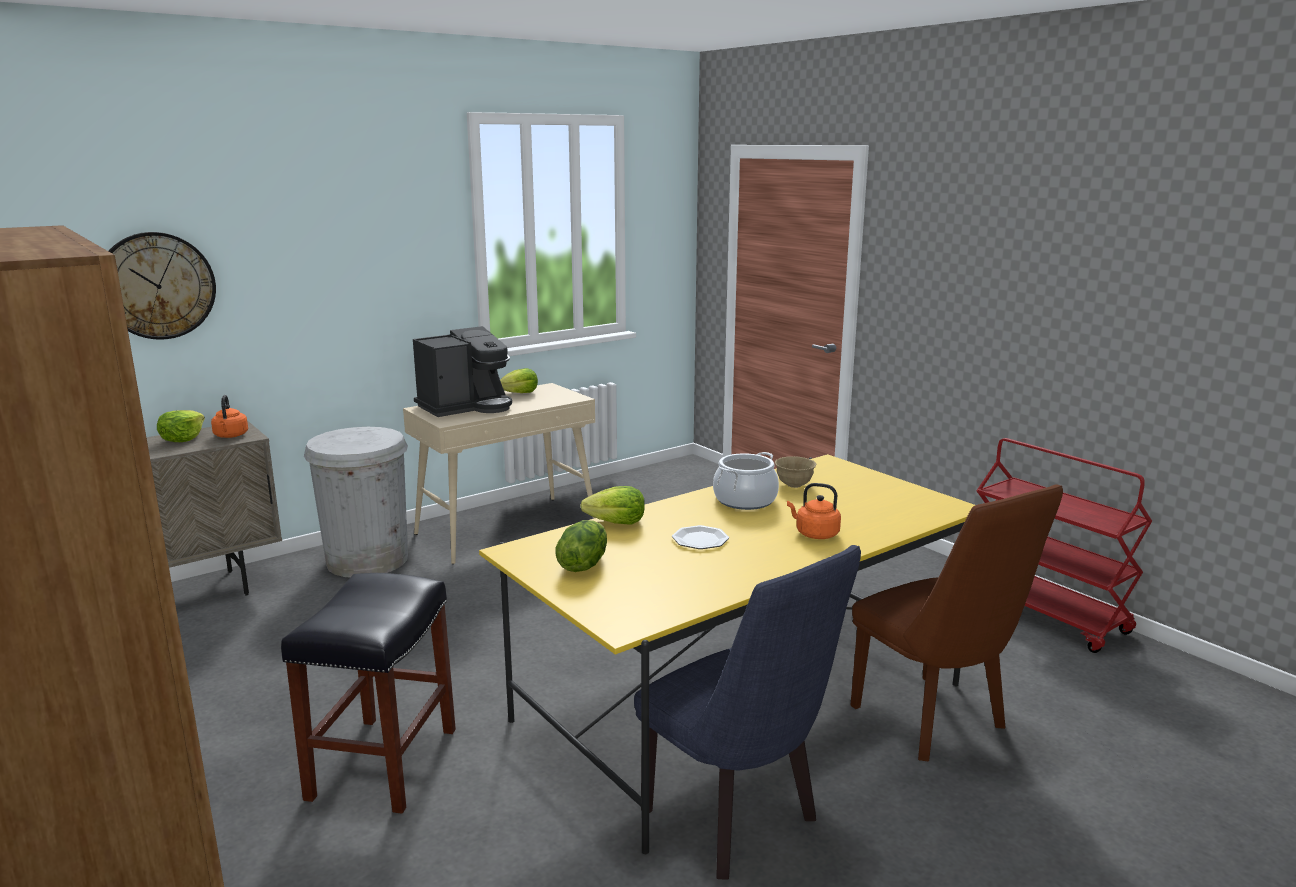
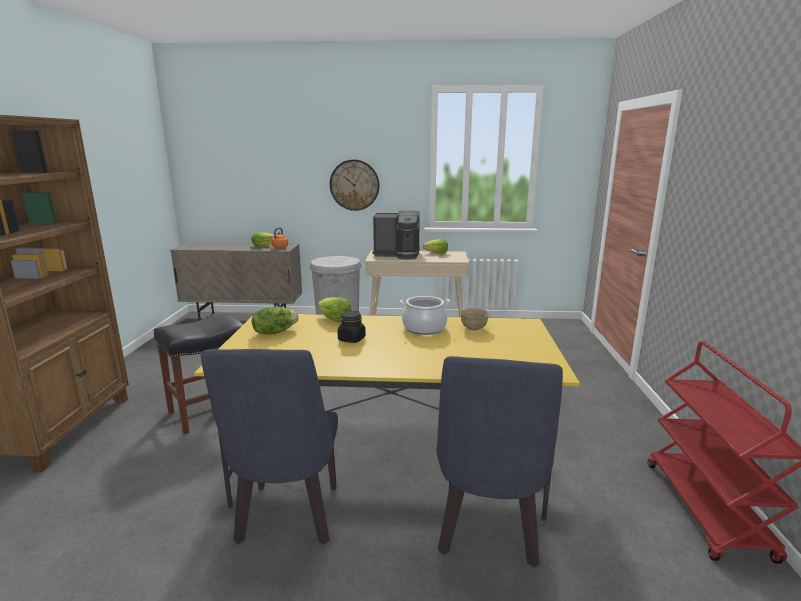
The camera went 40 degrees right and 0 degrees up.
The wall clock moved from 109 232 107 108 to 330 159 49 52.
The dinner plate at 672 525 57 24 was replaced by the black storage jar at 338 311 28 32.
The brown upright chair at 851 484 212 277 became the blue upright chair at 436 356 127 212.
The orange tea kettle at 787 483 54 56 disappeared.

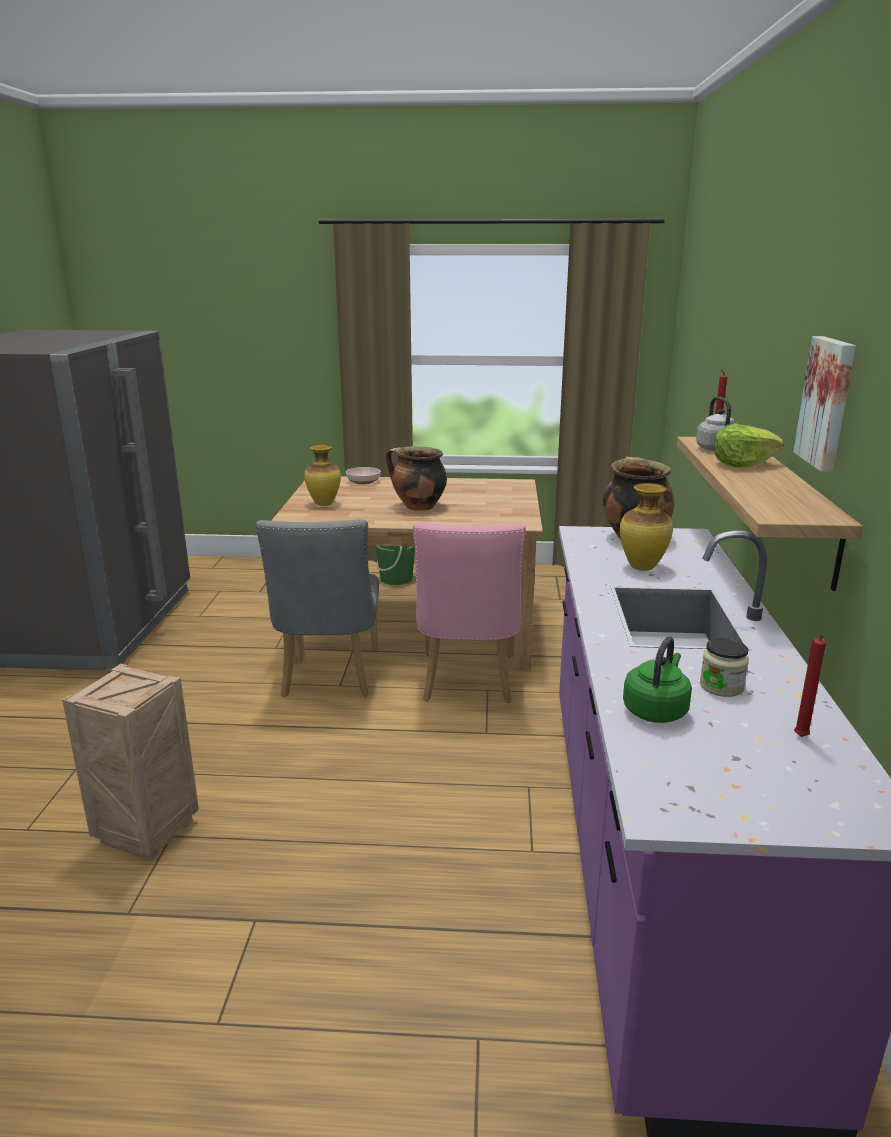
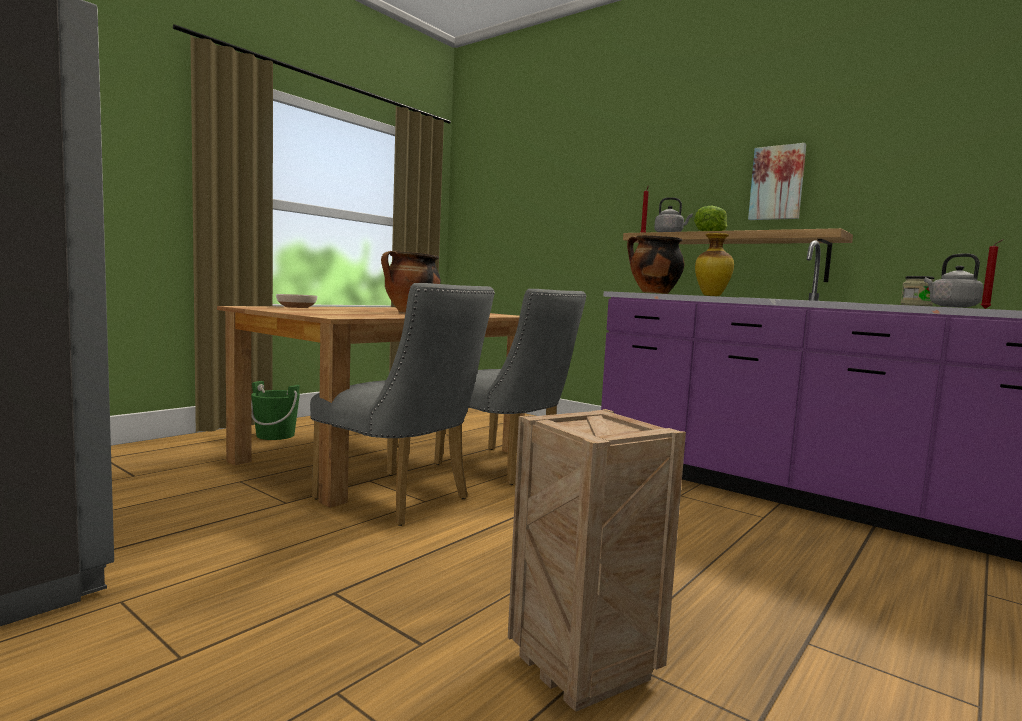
The camera went 55 degrees left and 15 degrees down.
The pinkish upright chair at 413 522 113 181 became the grey upright chair at 434 289 152 196.
The green-coloured tea kettle at 623 637 69 86 became the grey tea kettle at 924 253 59 55.
The flower vase at 304 444 37 62 disappeared.

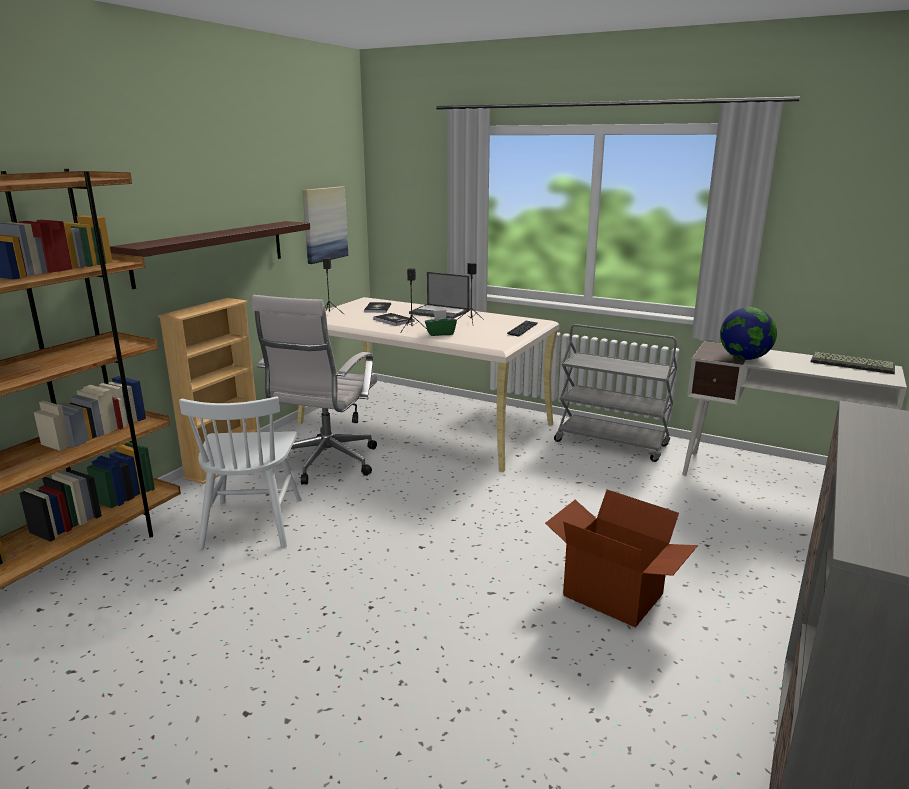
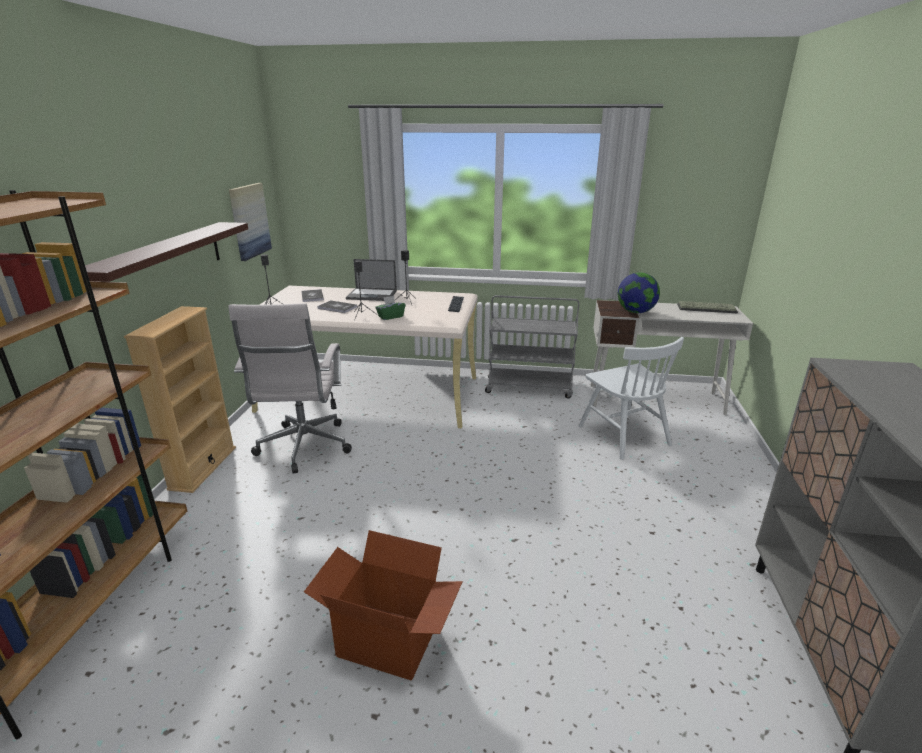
The camera went 20 degrees left and 5 degrees up.
The carton moved from 545 490 153 137 to 304 530 159 151.
The white-coloured upright chair moved from 179 396 123 154 to 579 337 105 123.

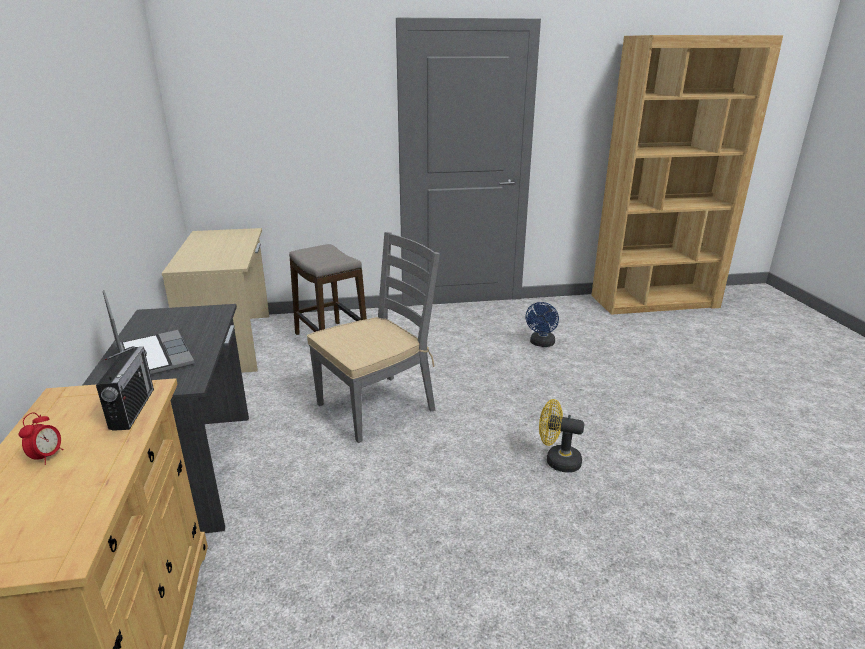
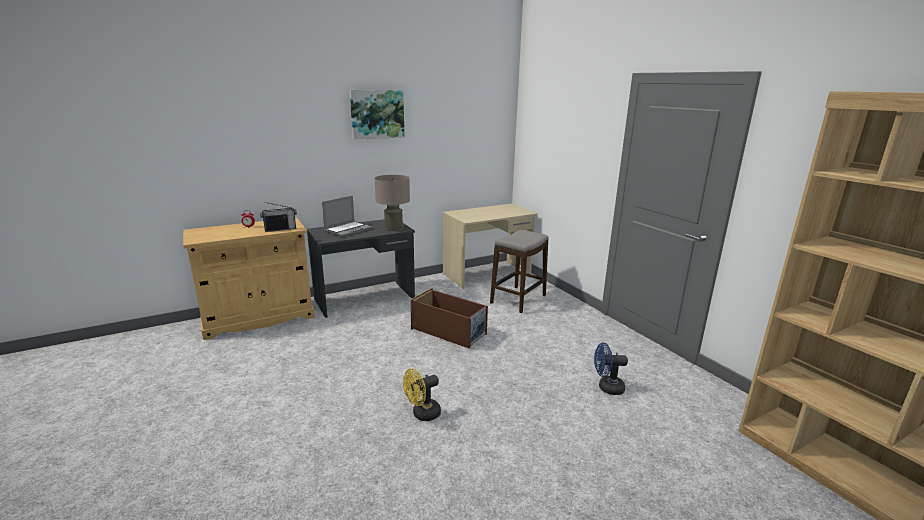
The camera went 70 degrees right and 5 degrees down.
The picture at 350 90 55 49 appeared.
The beige-coloured tabletop lamp at 374 175 36 56 appeared.
The yellow electric fan at 539 399 45 73 turned 120 degrees counterclockwise.
The grey upright chair at 307 232 133 211 was replaced by the brown storage container at 410 288 78 60.

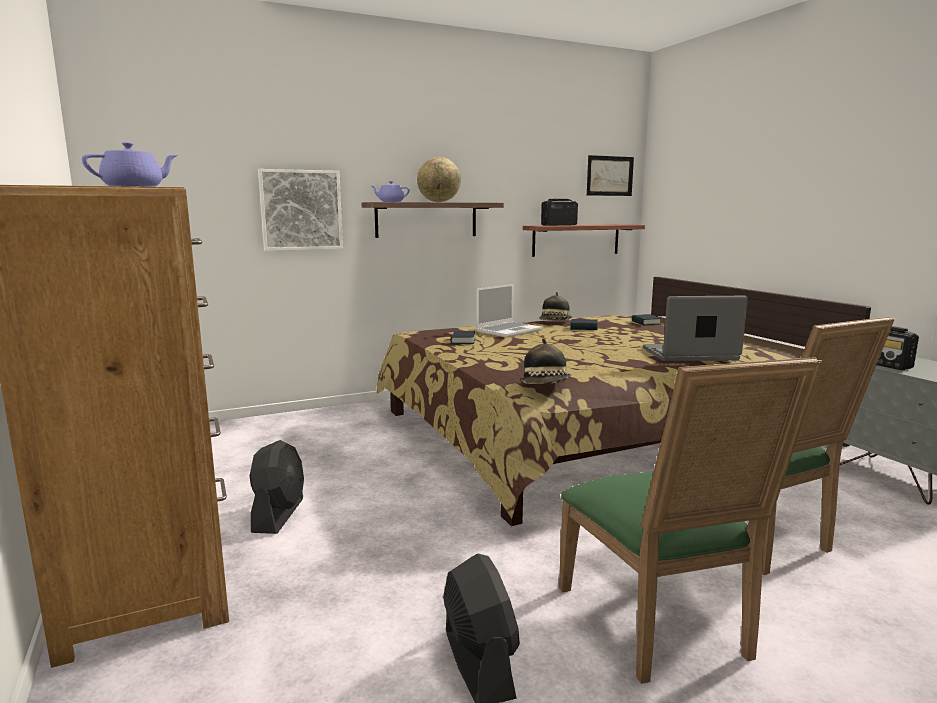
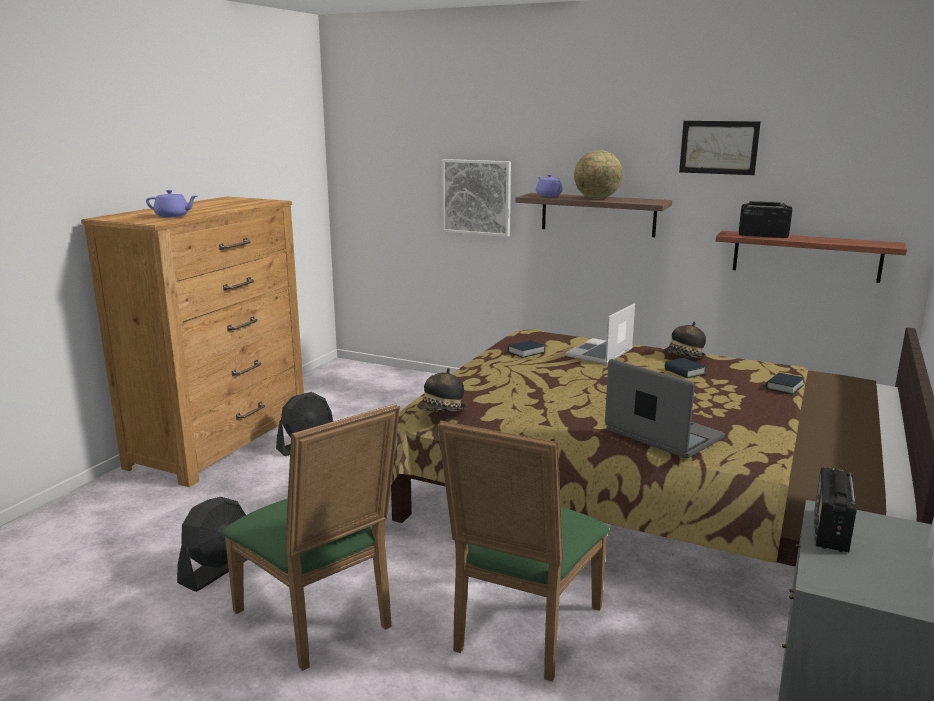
The camera went 50 degrees right and 5 degrees up.
The green-coloured upright chair at 559 357 264 327 turned 75 degrees counterclockwise.
The laptop at 476 284 66 54 turned 120 degrees clockwise.
The picture moved from 587 155 47 41 to 679 121 82 54.

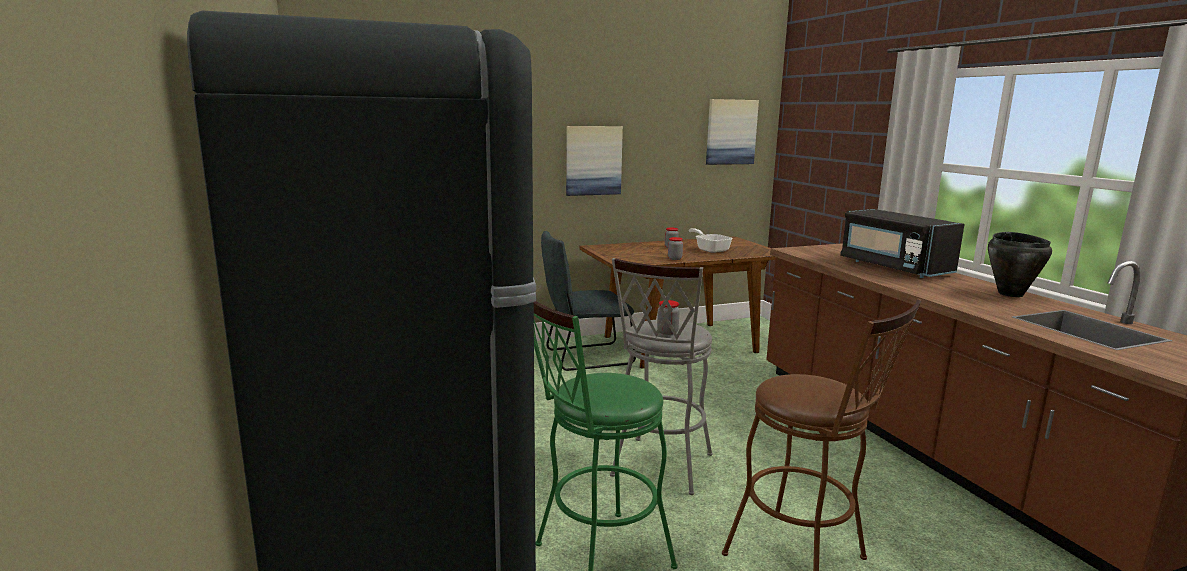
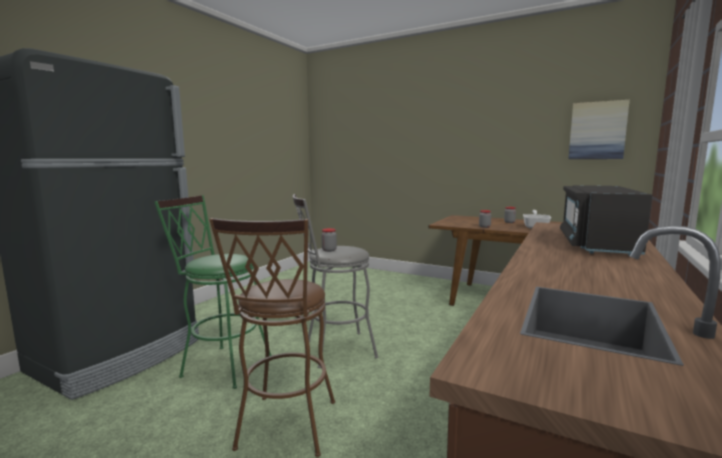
The camera went 50 degrees right and 5 degrees down.
The grey upright chair at 541 231 95 140 disappeared.
The picture at 566 126 57 70 disappeared.
The black cooking pot at 988 232 64 65 disappeared.

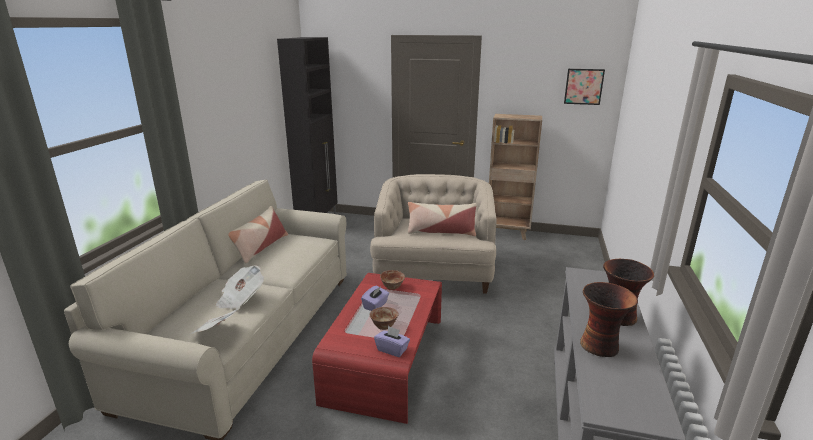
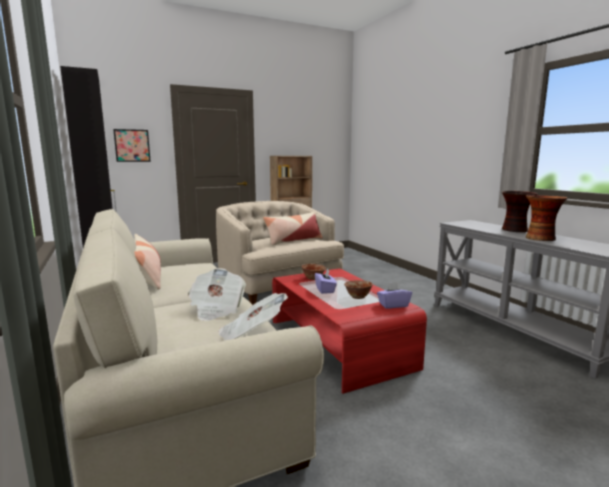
The camera went 40 degrees left and 10 degrees down.
The picture moved from 564 69 41 36 to 113 129 38 33.

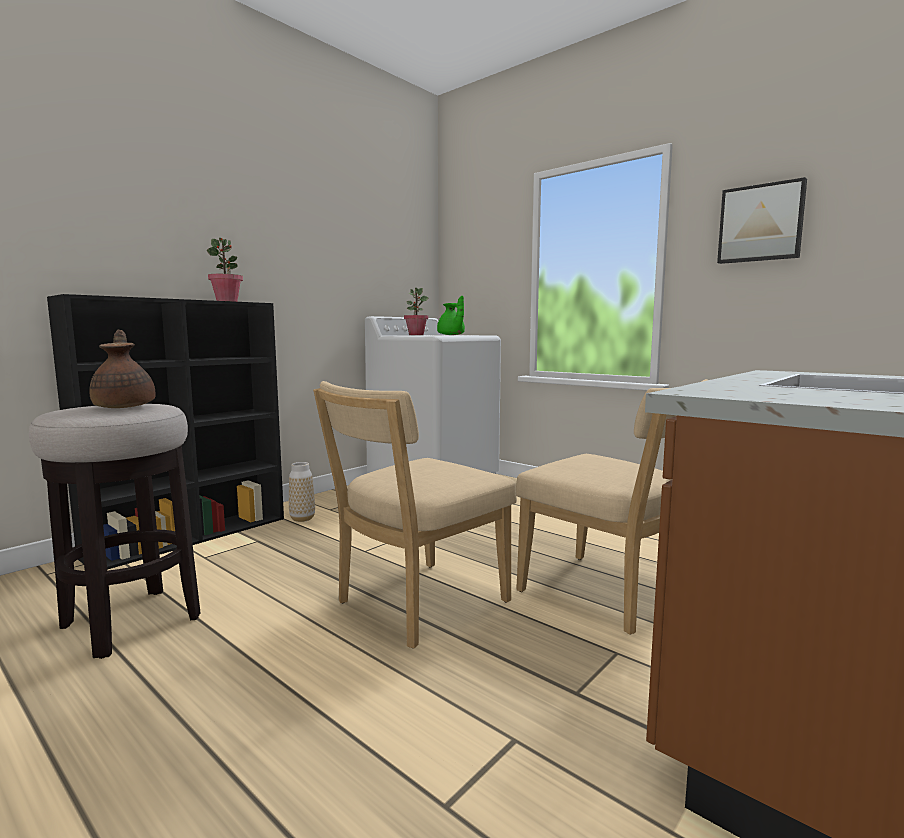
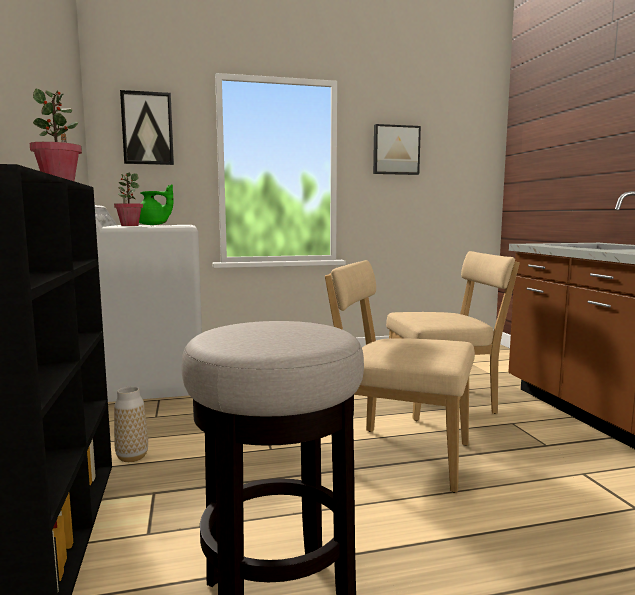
The camera went 55 degrees left and 0 degrees up.
The picture at 120 90 54 75 appeared.
The beige-coloured upright chair at 313 381 204 267 turned 120 degrees clockwise.
The brown pot for tea at 89 330 67 78 disappeared.

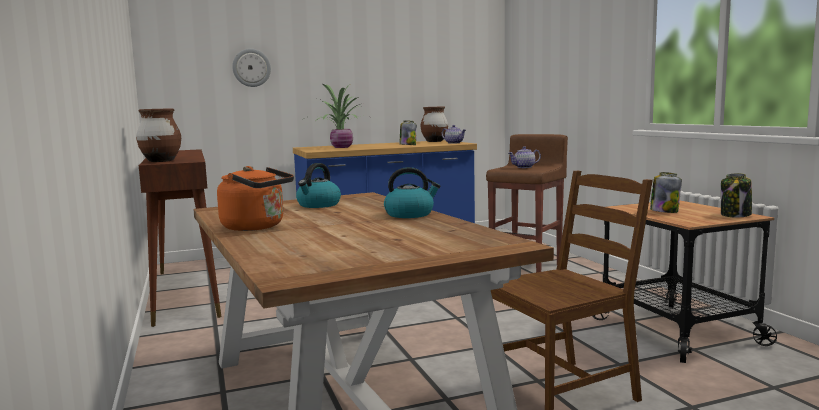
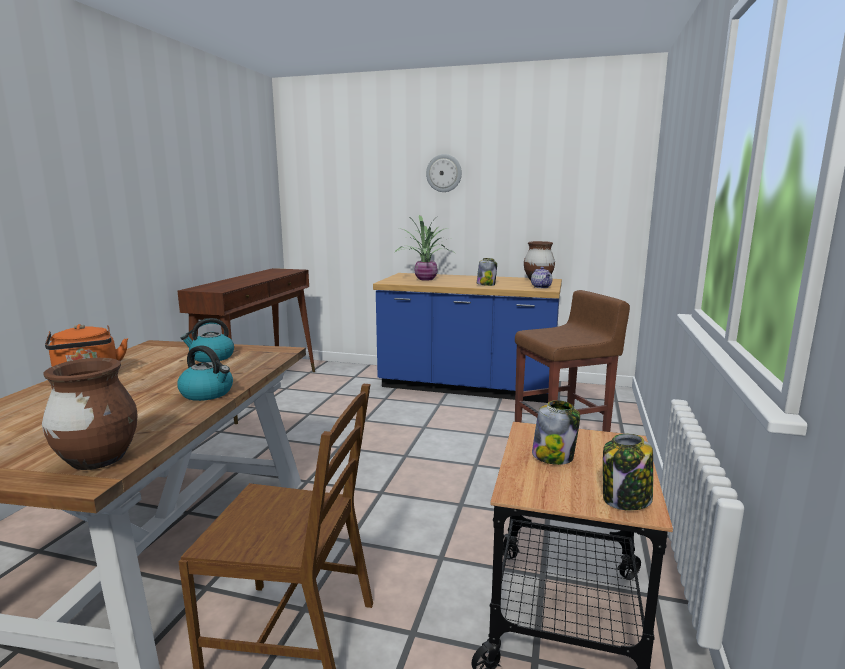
The camera went 35 degrees right and 5 degrees up.
The brown flower vase moved from 136 108 45 54 to 42 358 96 112.
The wall clock moved from 232 49 39 38 to 426 154 36 38.
The pot for tea at 509 146 32 22 disappeared.

